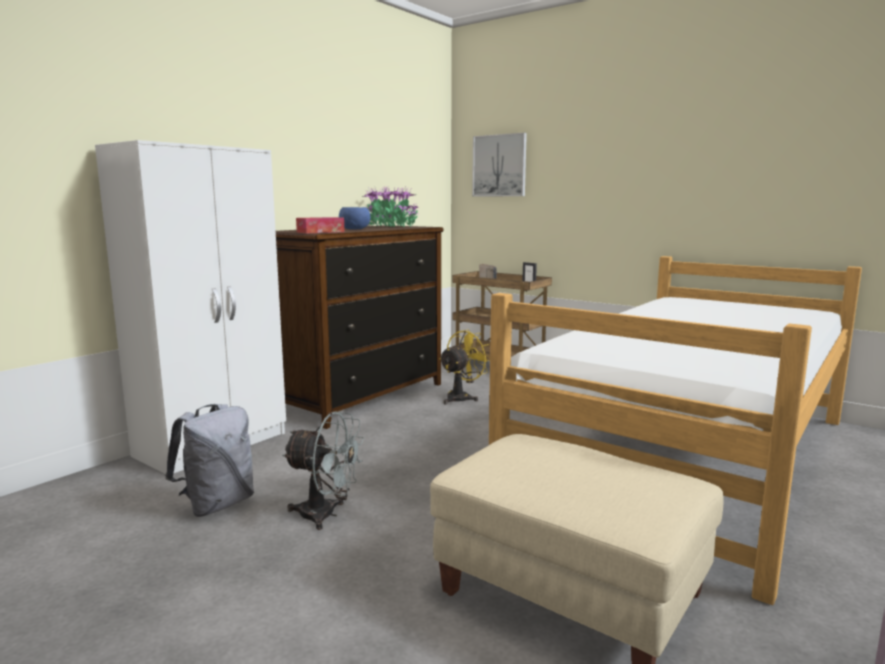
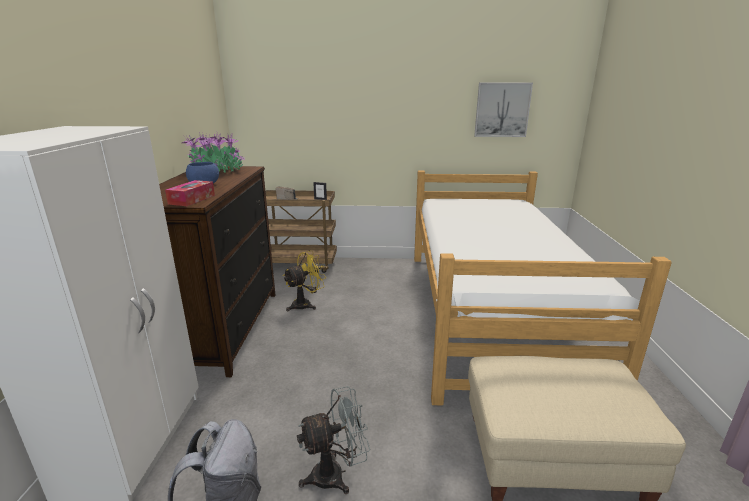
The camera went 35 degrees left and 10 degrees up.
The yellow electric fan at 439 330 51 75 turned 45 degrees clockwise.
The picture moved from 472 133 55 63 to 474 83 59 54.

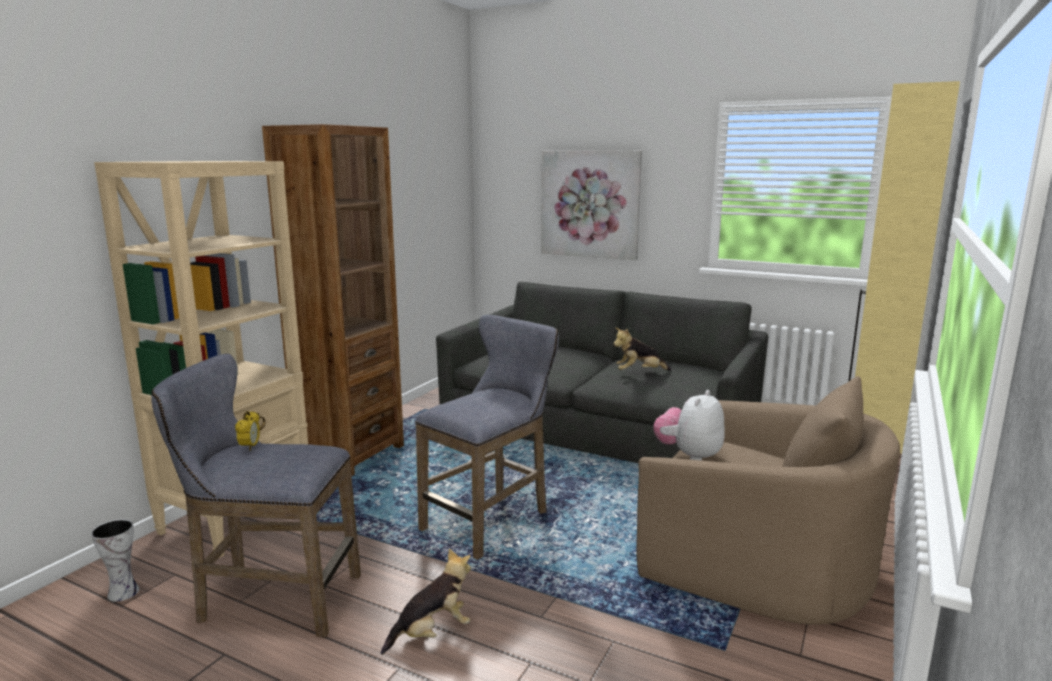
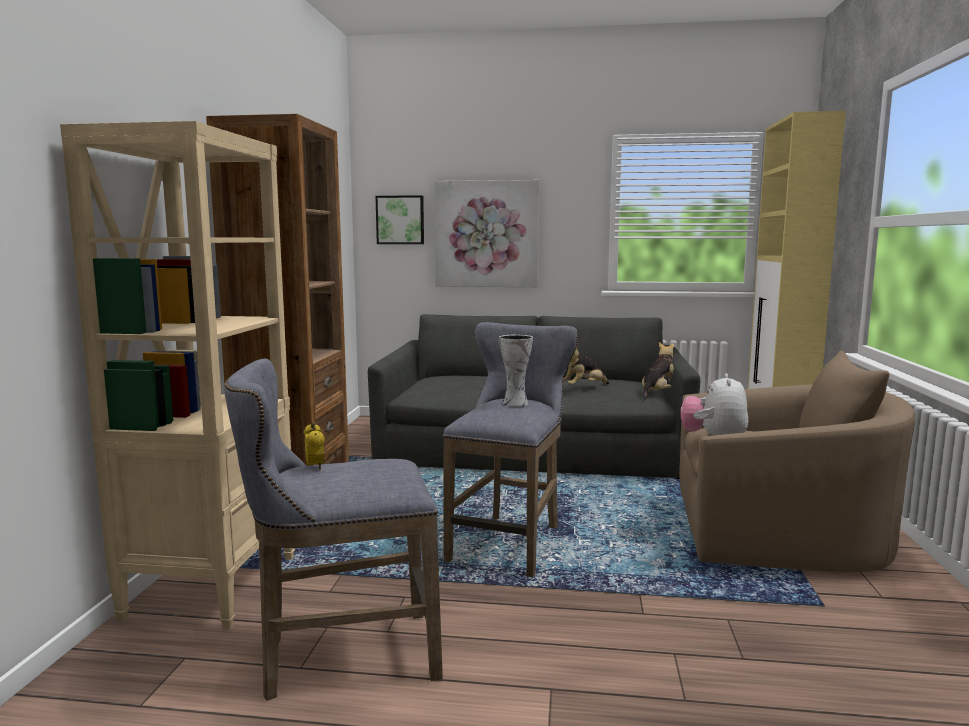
The camera went 20 degrees left and 5 degrees down.
The picture at 375 195 49 49 appeared.
The flower vase moved from 91 519 48 83 to 499 335 34 72.
The soft toy moved from 381 548 90 107 to 642 342 32 58.

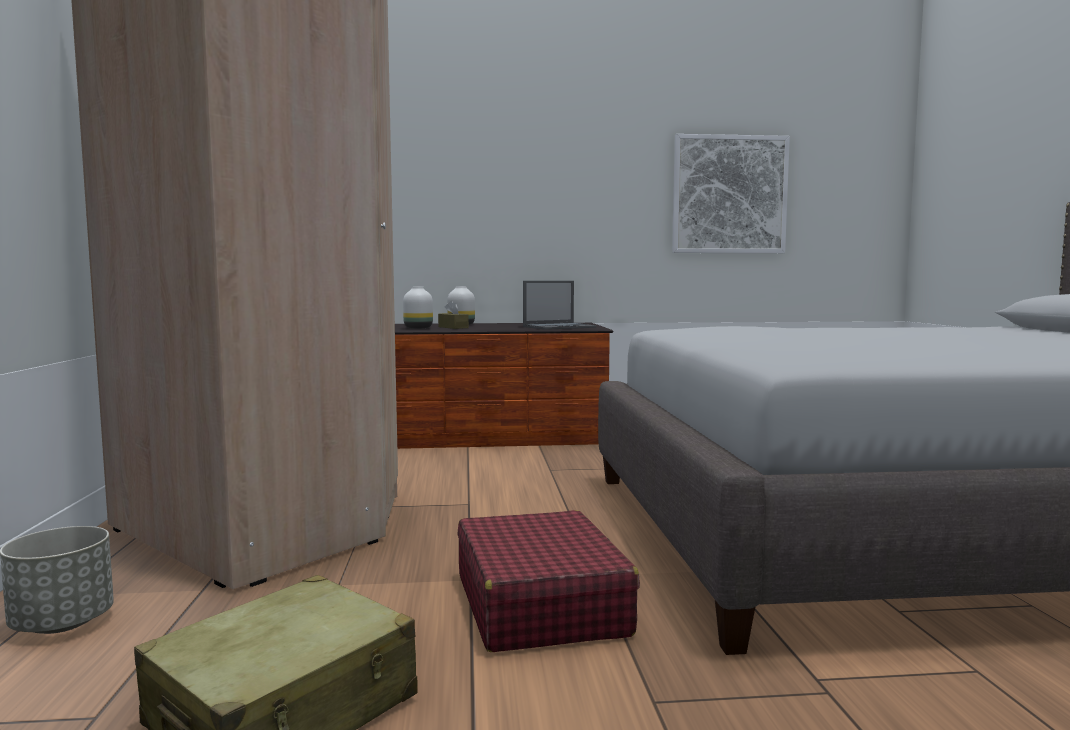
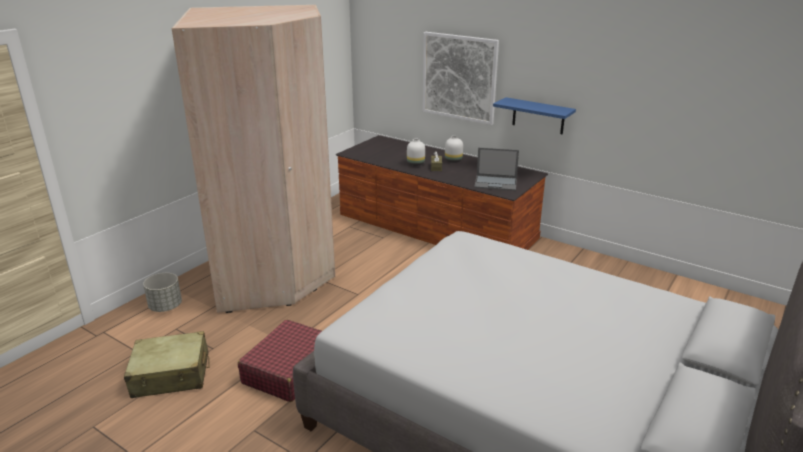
The camera went 40 degrees right and 20 degrees up.
The picture moved from 672 134 118 119 to 422 32 77 93.
The blue bracket shelf at 493 97 83 37 appeared.

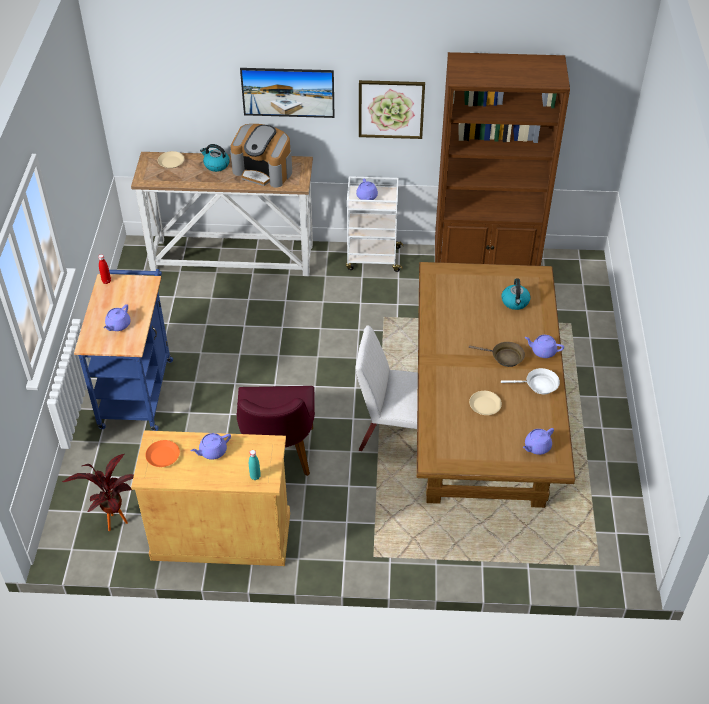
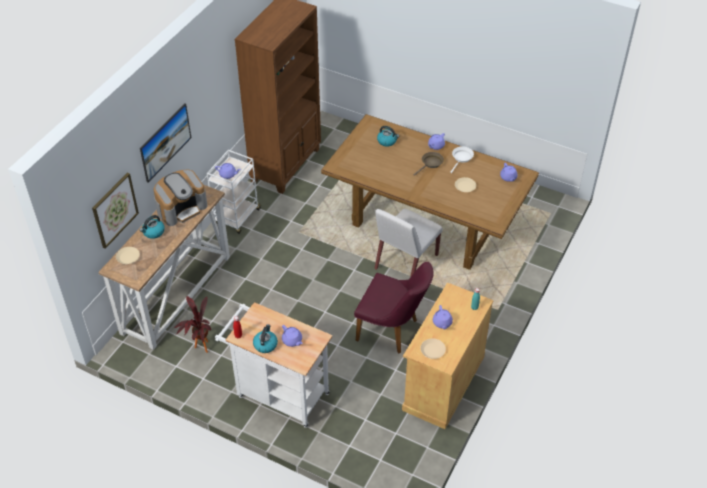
The camera went 65 degrees left and 0 degrees up.
The picture moved from 359 80 66 59 to 92 173 47 76.
The houseplant moved from 62 454 72 77 to 174 296 37 57.
The blue cart at 74 269 99 162 became the white-coloured cart at 215 302 118 126.
The tea kettle at 253 324 25 29 appeared.
The orange dinner plate at 145 440 35 27 became the beige-coloured dinner plate at 421 338 25 21.

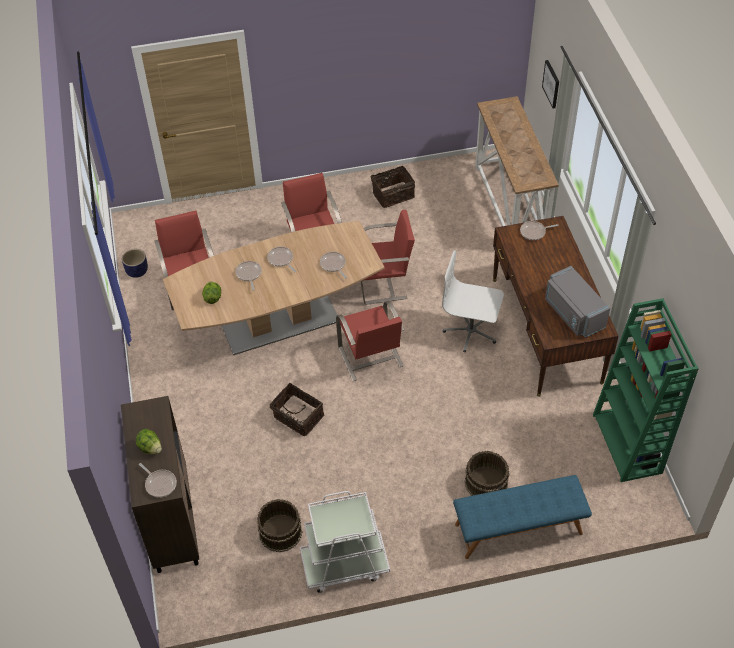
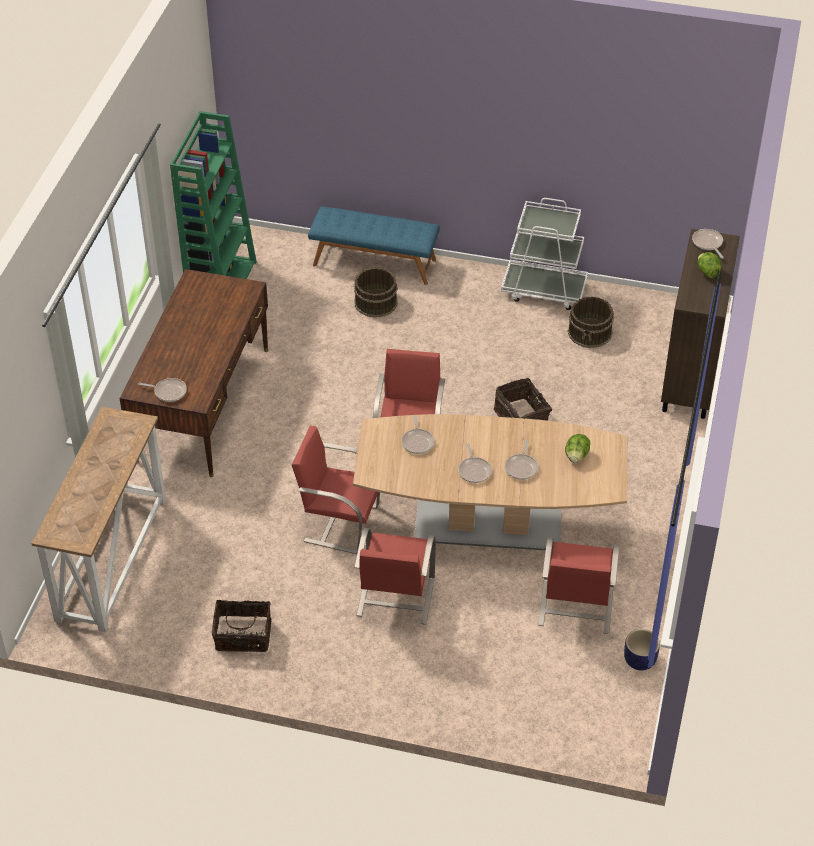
The camera went 155 degrees left and 5 degrees down.
The white-coloured computer chair at 442 250 62 102 disappeared.
The picture at 542 60 17 48 disappeared.
The grey microwave at 545 266 65 72 disappeared.

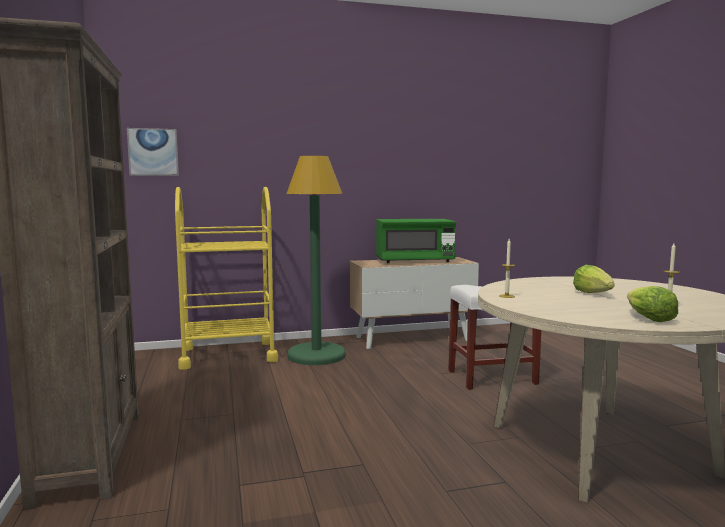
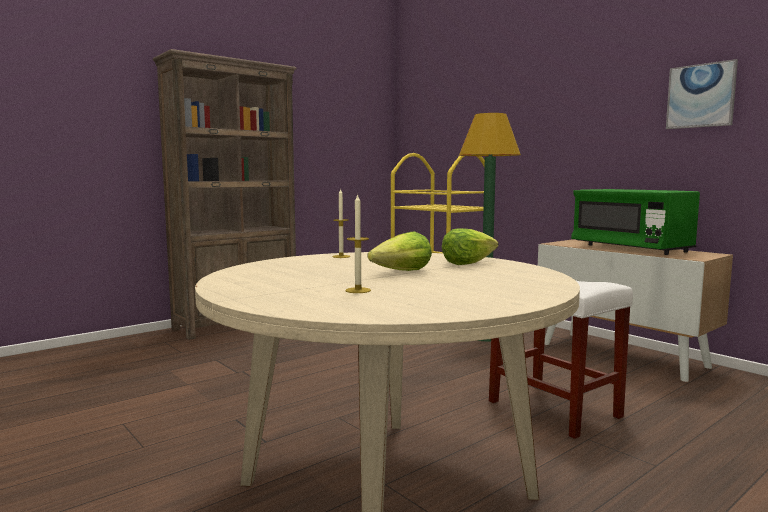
The camera went 65 degrees right and 0 degrees up.
The lettuce moved from 627 286 51 36 to 442 228 56 37.
The picture moved from 127 128 52 48 to 666 59 72 70.

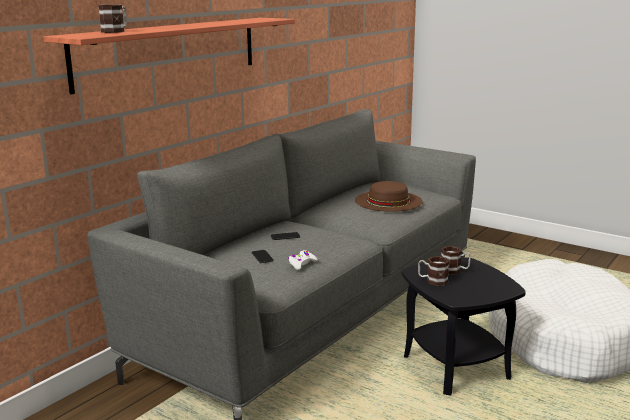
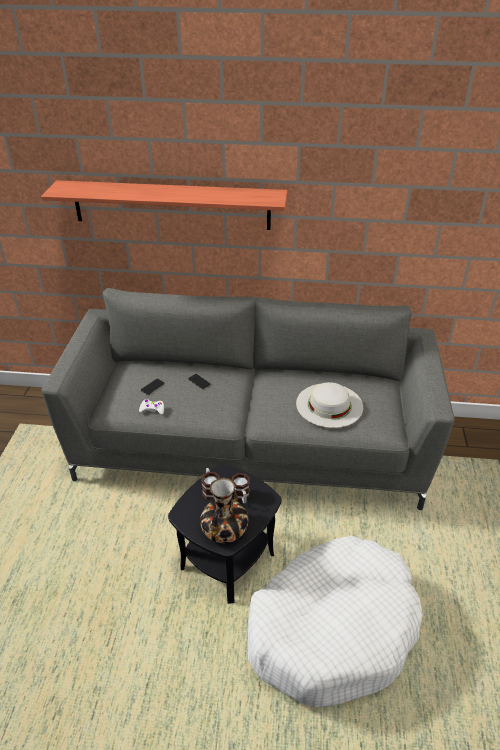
The camera went 60 degrees right and 20 degrees up.
The flower vase at 200 478 48 65 appeared.
The brown clothing hat at 355 181 68 31 became the white-coloured clothing hat at 296 382 67 46.
The coffee mug at 98 5 29 28 disappeared.

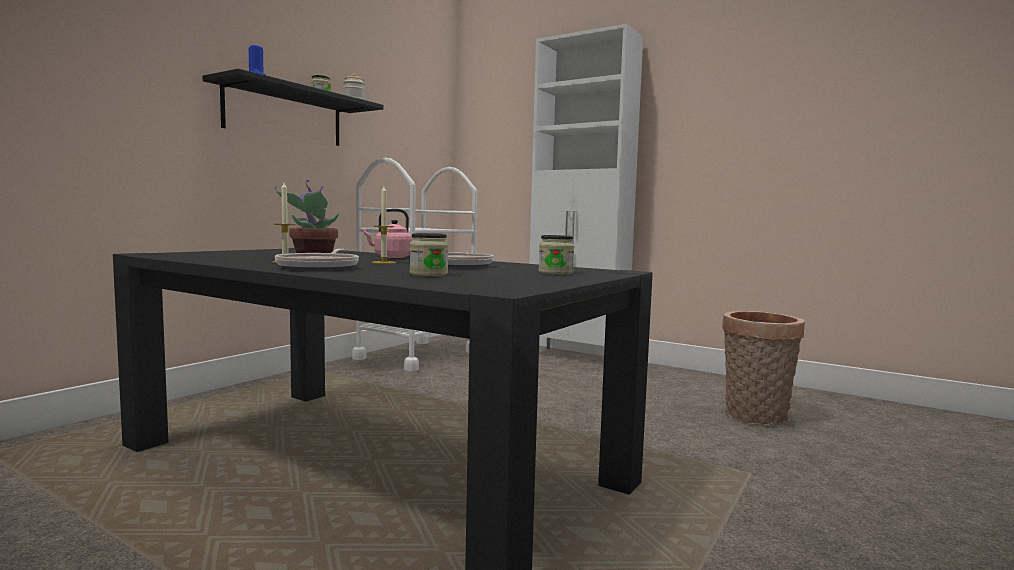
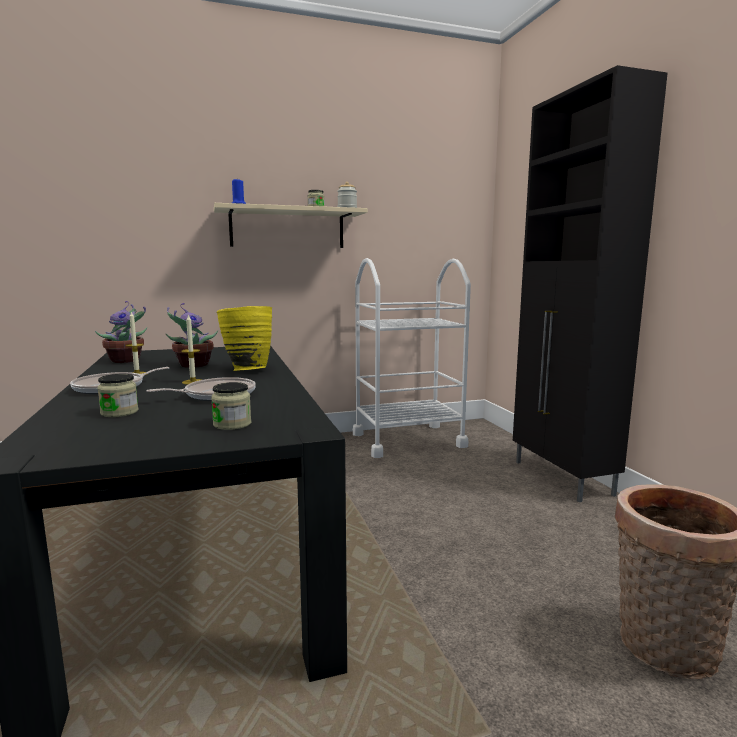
The camera went 40 degrees right and 5 degrees up.
The houseplant at 95 301 52 62 appeared.
The black bracket shelf at 202 69 182 77 became the beige-coloured bracket shelf at 214 203 154 45.
The pinkish tea kettle at 362 209 51 49 was replaced by the yellow flower vase at 216 306 56 65.
The white-coloured storage cabinet at 529 24 114 325 became the black storage cabinet at 513 65 155 437.

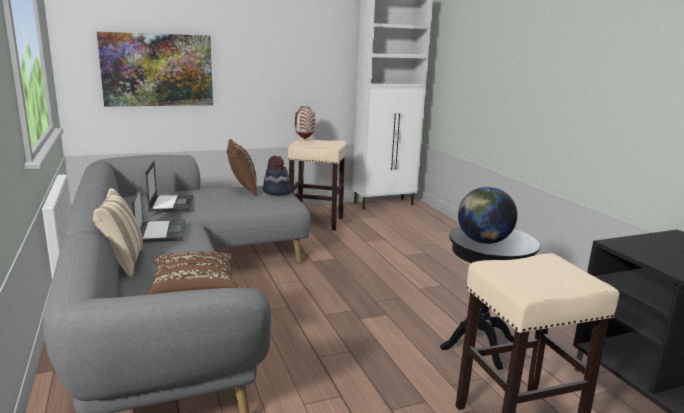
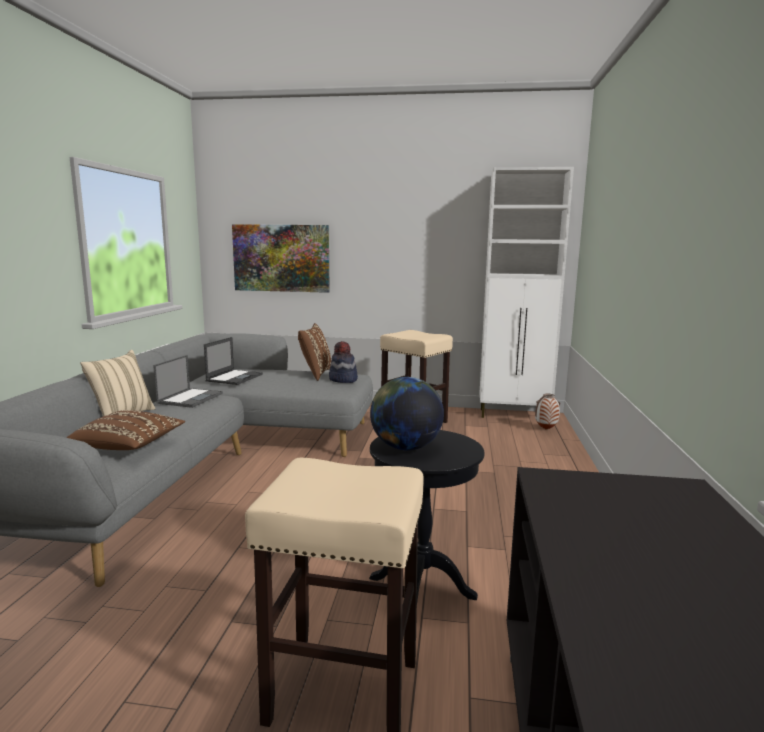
The camera went 30 degrees right and 5 degrees down.
The flower vase moved from 295 106 21 33 to 535 393 25 37.

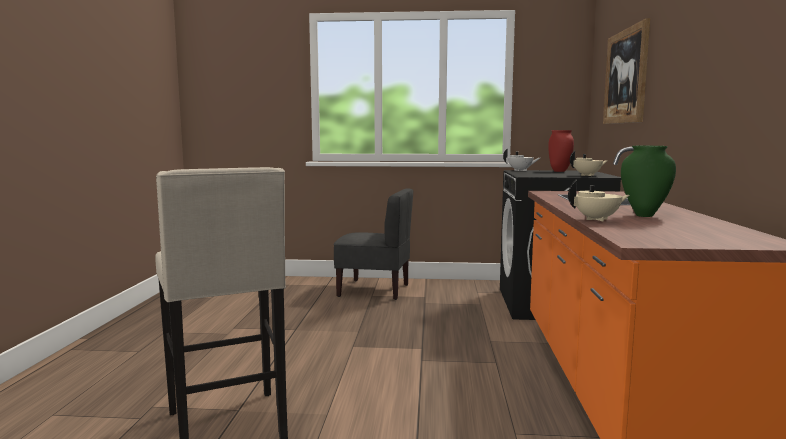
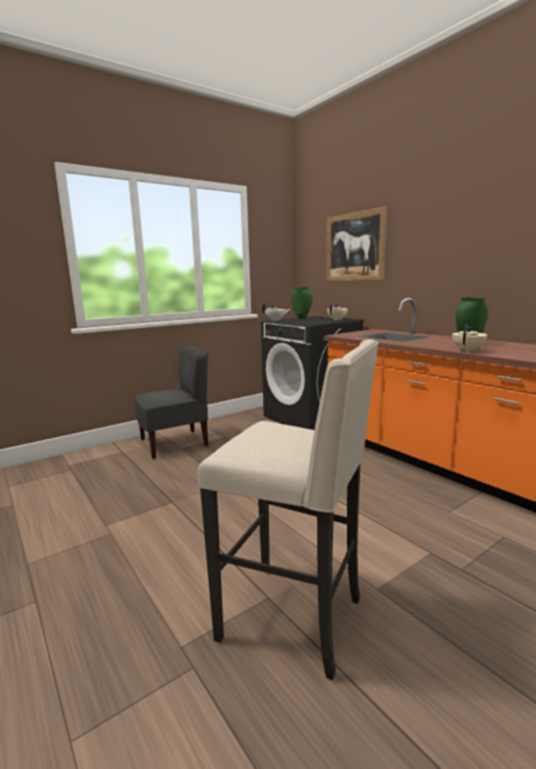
The camera went 40 degrees left and 5 degrees up.
The red flower vase at 548 130 26 42 became the green-coloured flower vase at 291 287 22 32.

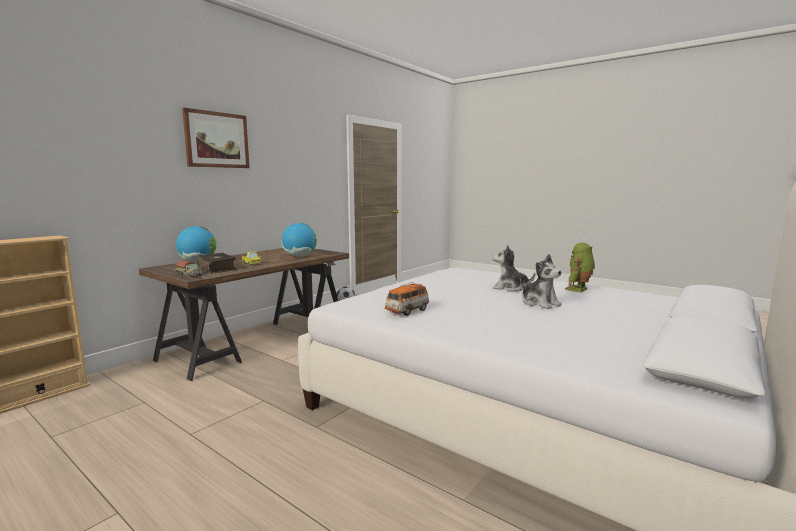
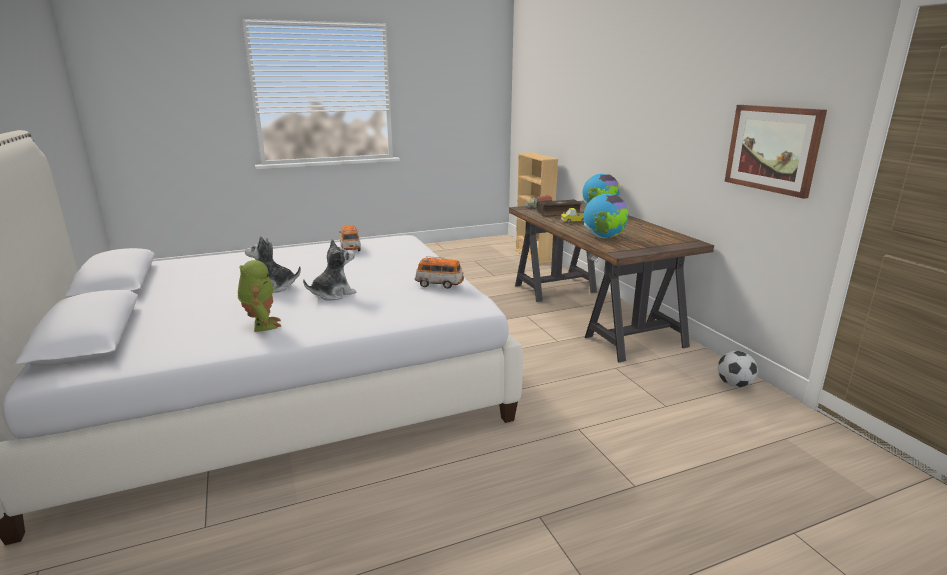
The camera went 120 degrees right and 10 degrees up.
The toy car at 415 256 49 33 appeared.
The picture moved from 182 108 67 60 to 725 105 102 94.

